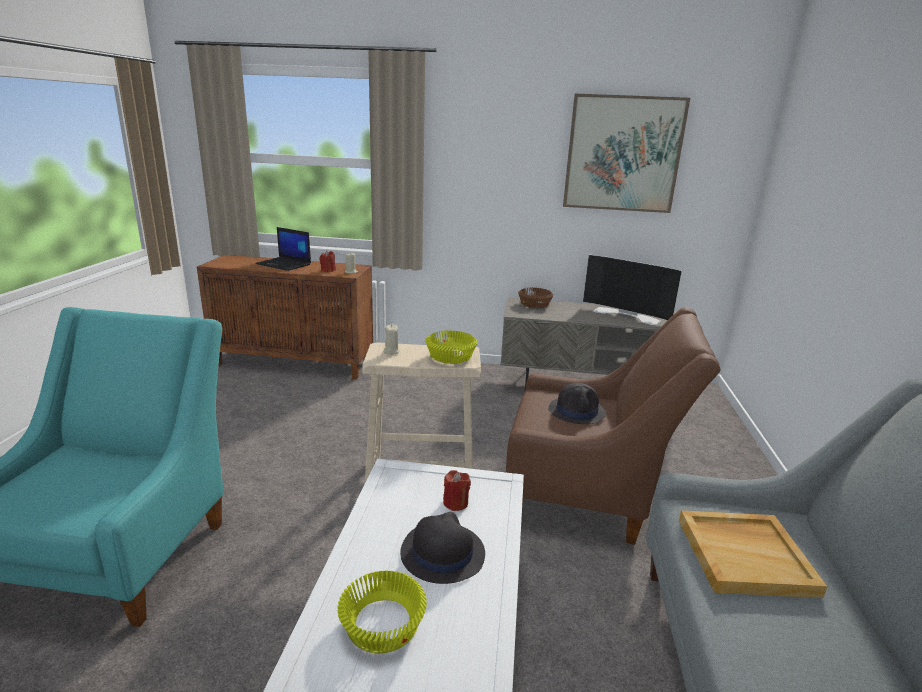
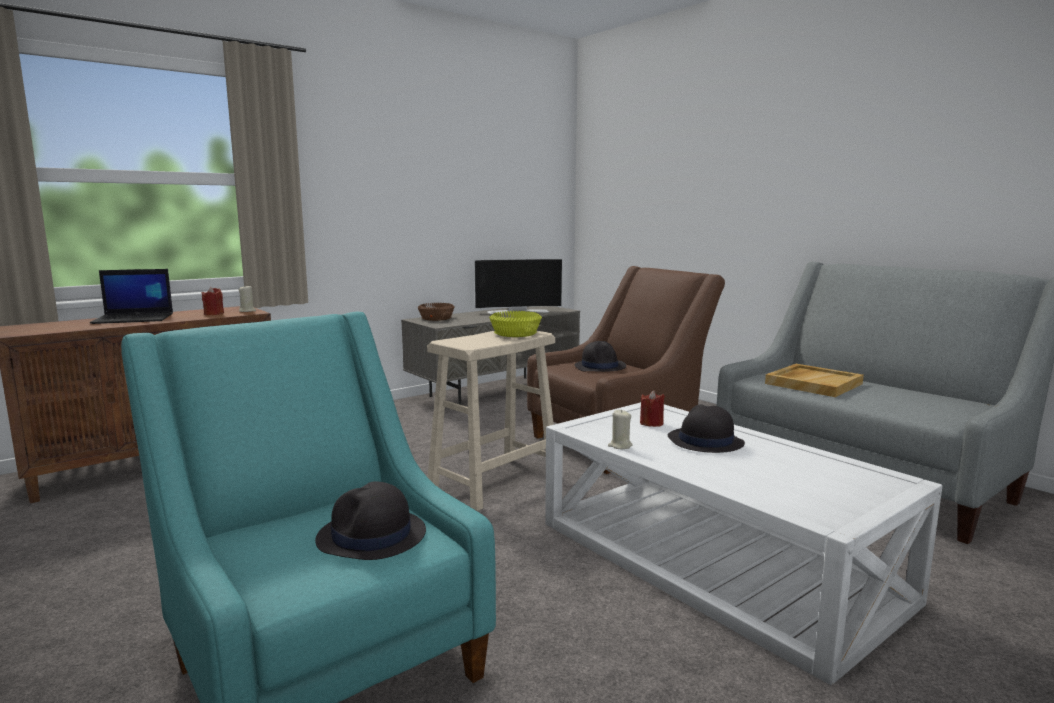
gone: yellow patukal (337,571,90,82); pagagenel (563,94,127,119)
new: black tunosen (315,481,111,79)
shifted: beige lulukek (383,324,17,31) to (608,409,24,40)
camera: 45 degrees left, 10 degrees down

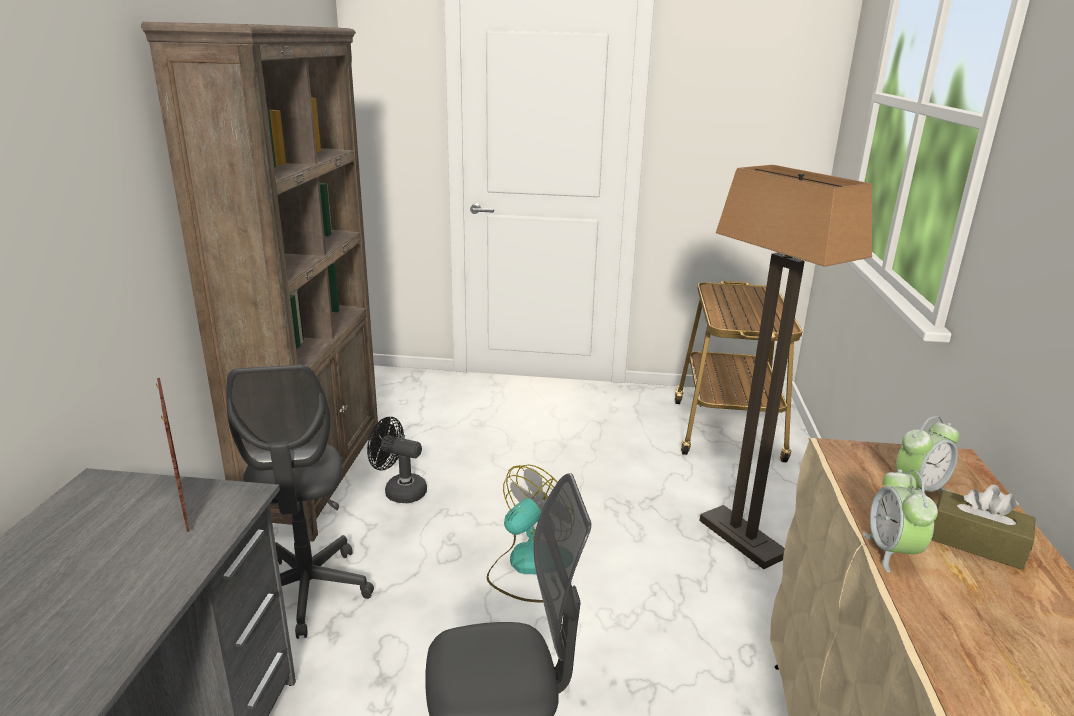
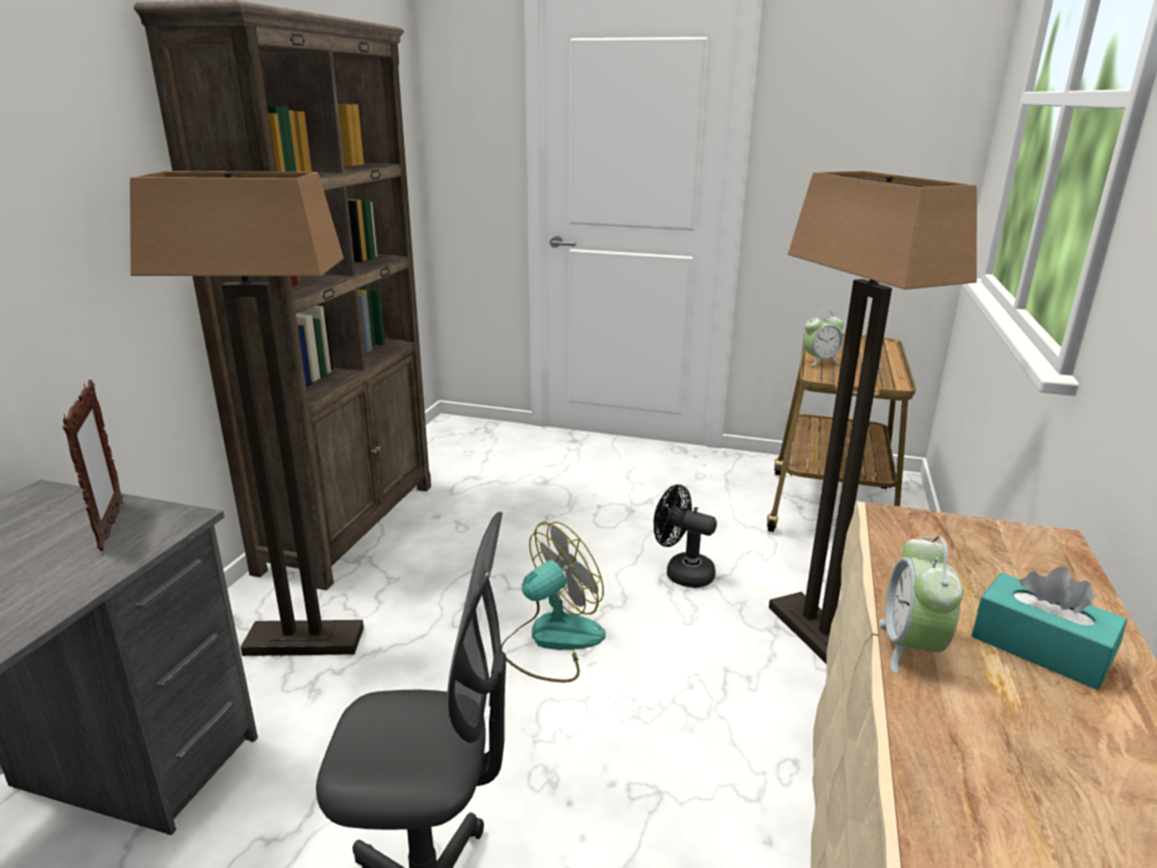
shifted: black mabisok (367,417,60,86) to (654,484,63,104); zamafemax (896,416,63,77) to (803,311,41,55)
swapped: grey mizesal (226,365,148,274) to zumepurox (130,171,234,485)
repainted: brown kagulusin (931,485,105,85) to turquoise kagulusin (971,566,156,124)
camera: 10 degrees right, 0 degrees up

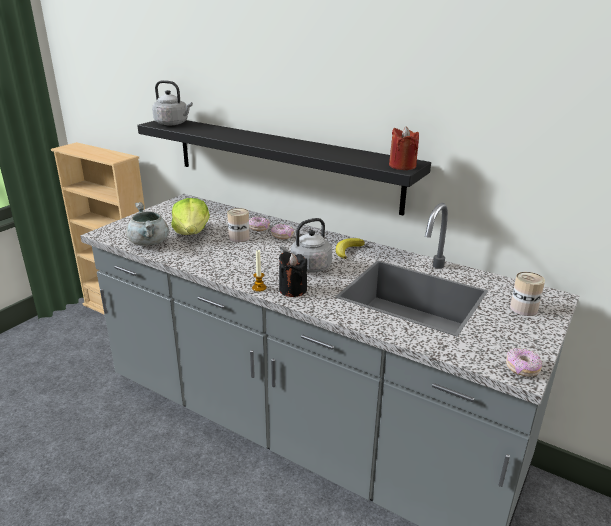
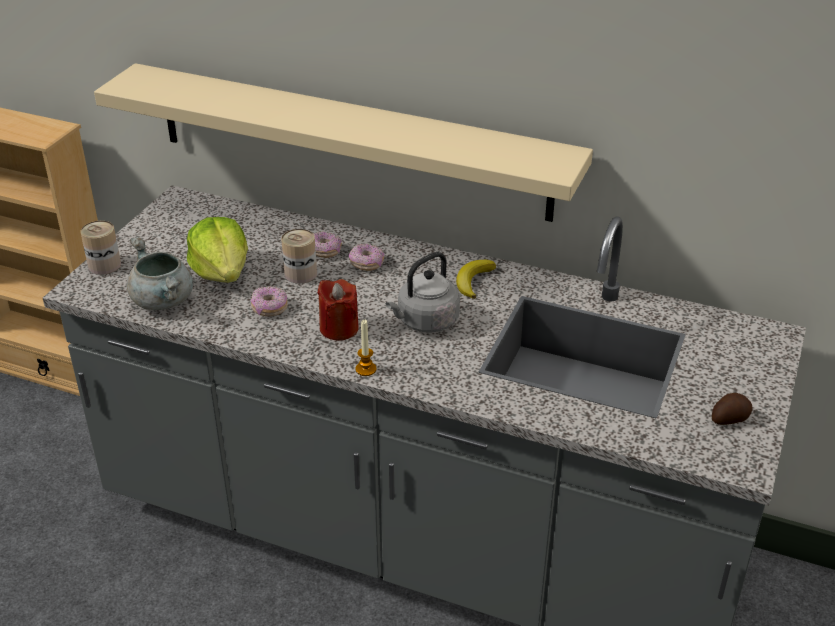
gone: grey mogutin (152,80,41,45); black lulukek (279,252,28,45)
new: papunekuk (711,393,42,32)
shifted: red lulukek (389,126,30,44) to (317,279,42,62); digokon (506,348,36,29) to (251,286,37,30); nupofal (510,272,35,44) to (80,221,41,54)
repainted: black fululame (137,120,294,96) to beige fululame (94,63,499,159)
camera: 10 degrees left, 10 degrees up

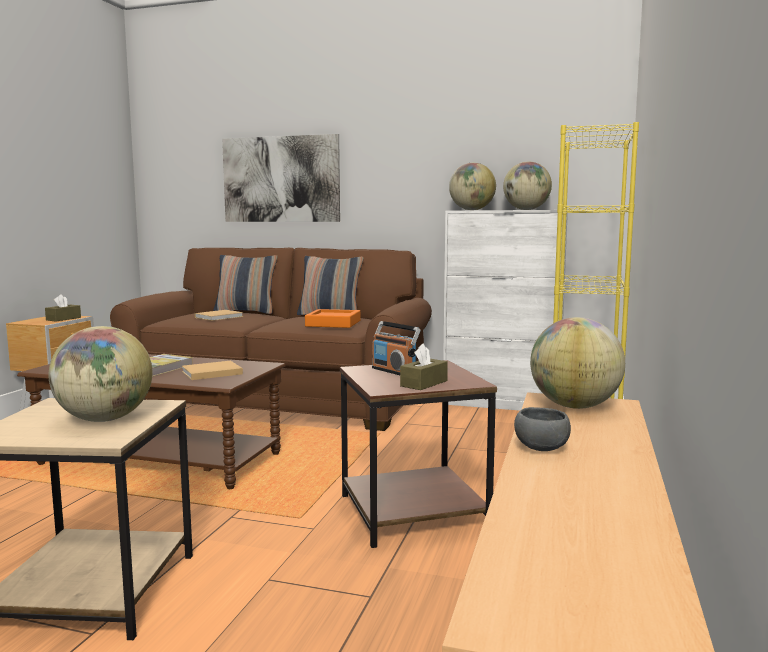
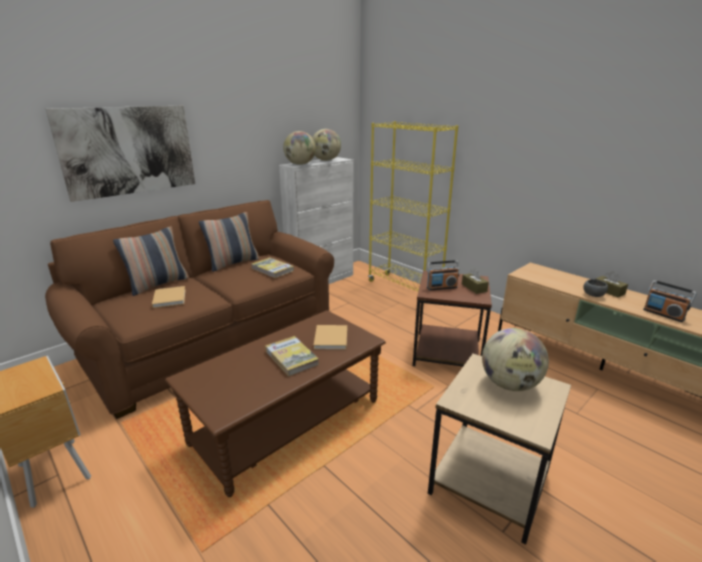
gone: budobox (530,317,95,92)
new: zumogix (643,280,54,42)
shifted: brown kagulusin (45,294,36,27) to (596,271,32,26)
swapped: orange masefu (305,309,55,19) to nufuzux (251,257,43,21)
camera: 60 degrees left, 15 degrees up

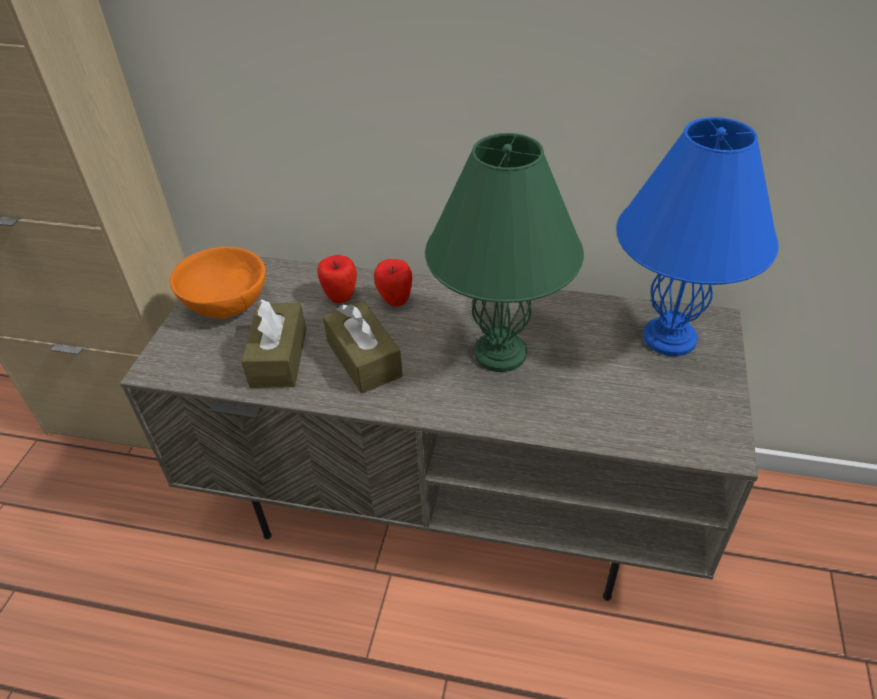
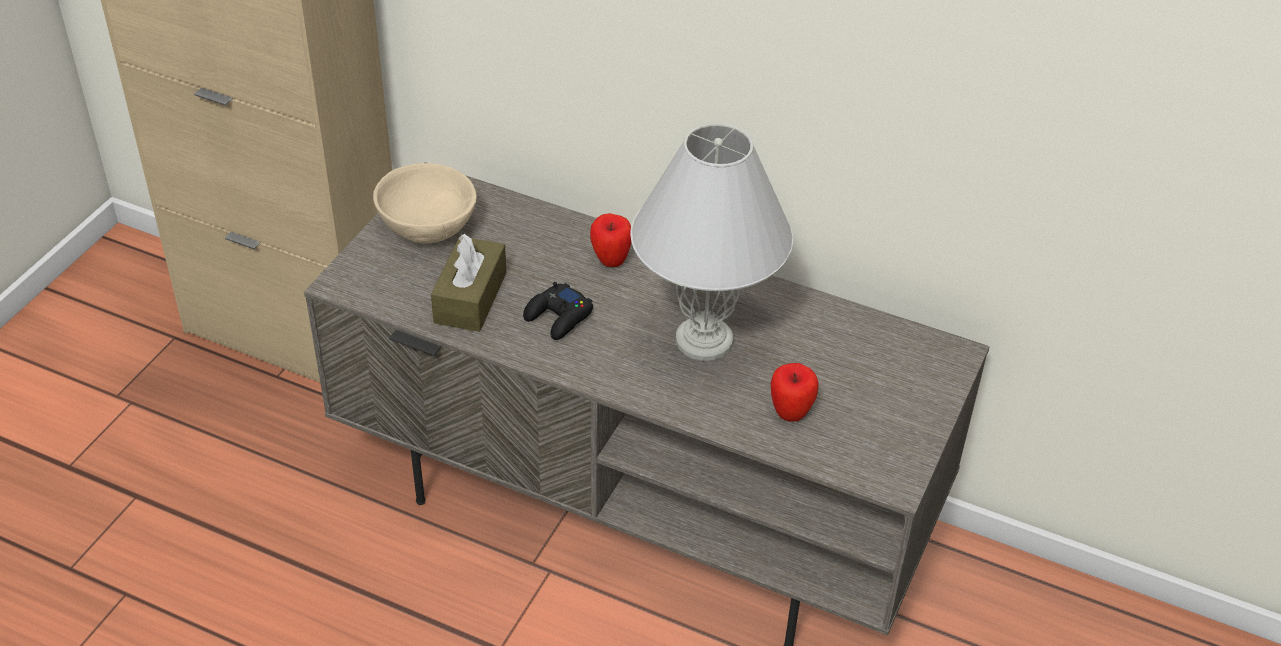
gone: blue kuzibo (616,117,163,239)
shifted: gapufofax (318,255,39,48) to (771,363,47,59)
swapped: brown kagulusin (323,301,80,92) to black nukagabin (523,282,70,58)
repainted: orange patukal (170,247,96,71) to beige patukal (373,163,104,81); green kuzibo (425,133,159,239) to white kuzibo (630,123,163,238)
camera: 10 degrees right, 0 degrees up

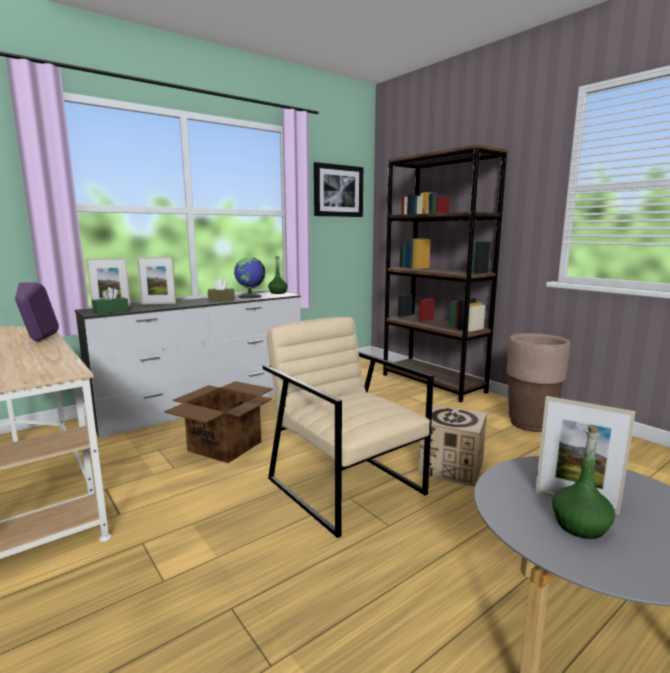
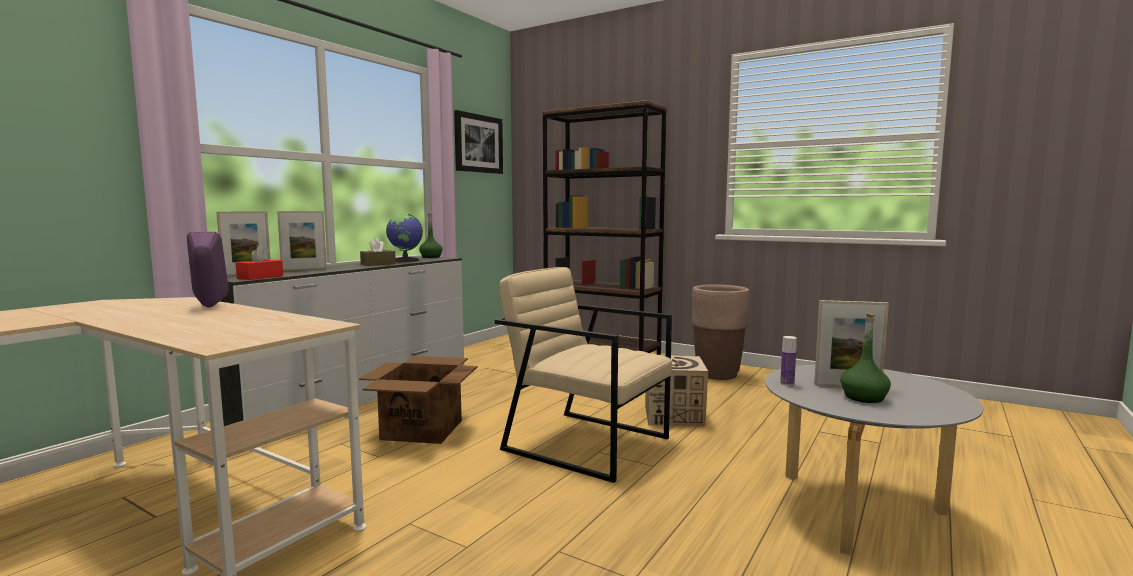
new: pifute (780,336,17,50)
repainted: green kagulusin (92,287,37,28) to red kagulusin (236,245,47,35)
camera: 20 degrees left, 5 degrees down

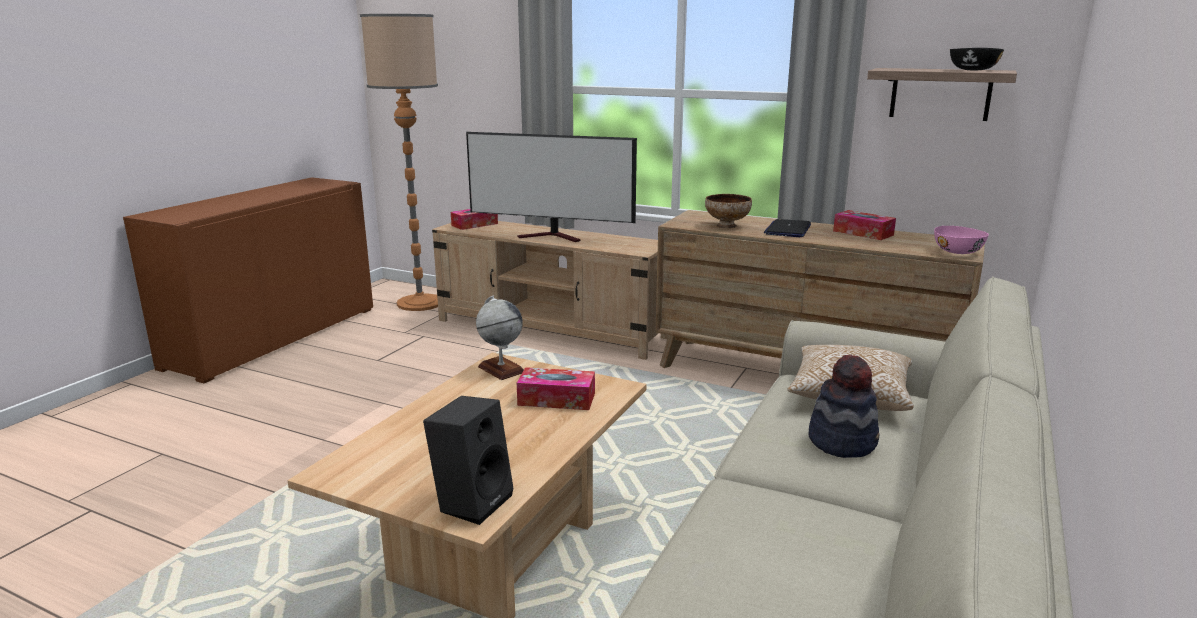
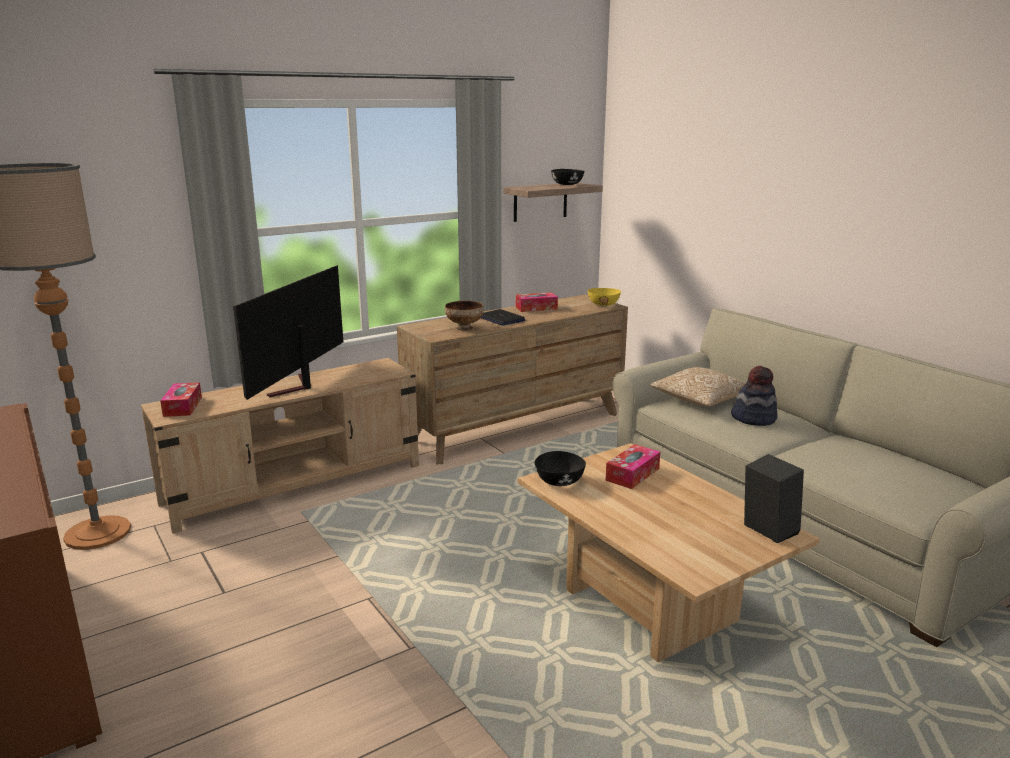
swapped: budobox (476,296,48,84) to black patukal (535,451,51,35)
repainted: pink patukal (934,226,55,28) to yellow patukal (588,288,33,18)
rotated: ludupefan (466,132,171,110) = (233,265,110,135) 150 degrees clockwise
camera: 60 degrees left, 0 degrees up

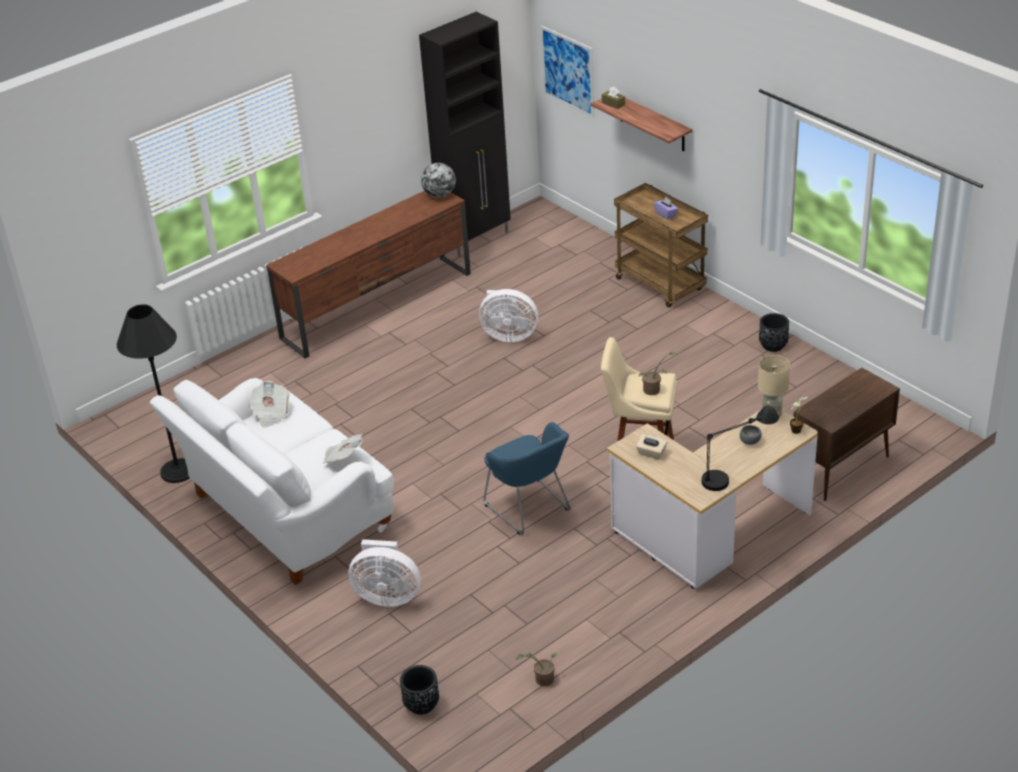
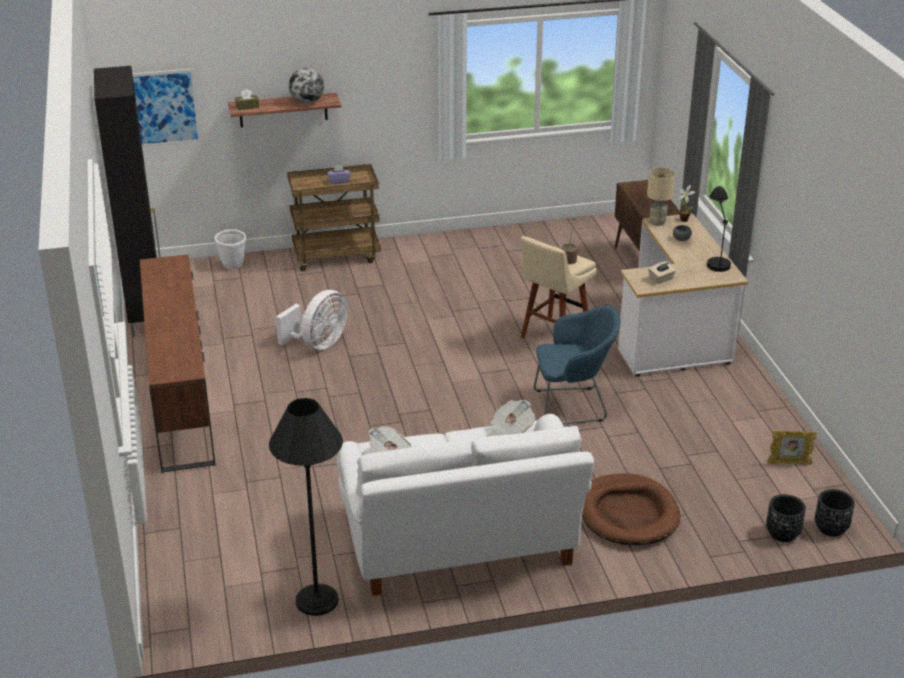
new: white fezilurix (215,229,31,40)
shifted: budobox (421,163,35,35) to (289,68,35,36); black fezilurix (759,313,30,39) to (815,489,40,48)
swapped: white mabisok (348,539,73,68) to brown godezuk (582,474,98,71); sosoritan (516,653,41,33) to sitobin (768,430,49,35)
camera: 65 degrees left, 5 degrees down

